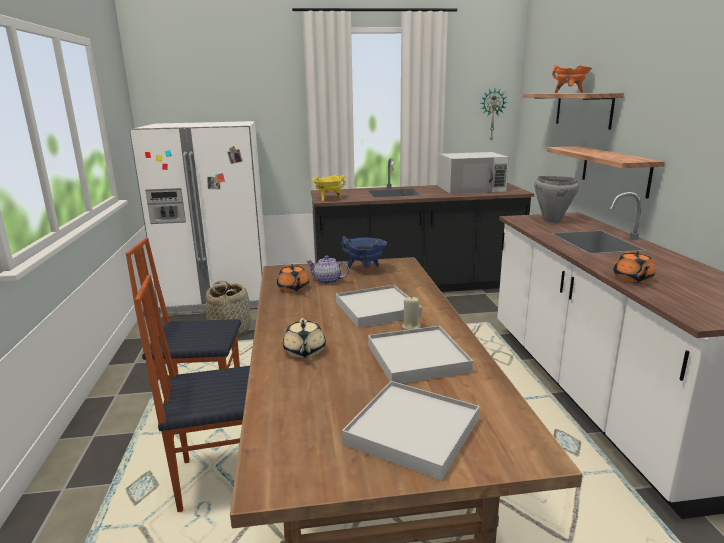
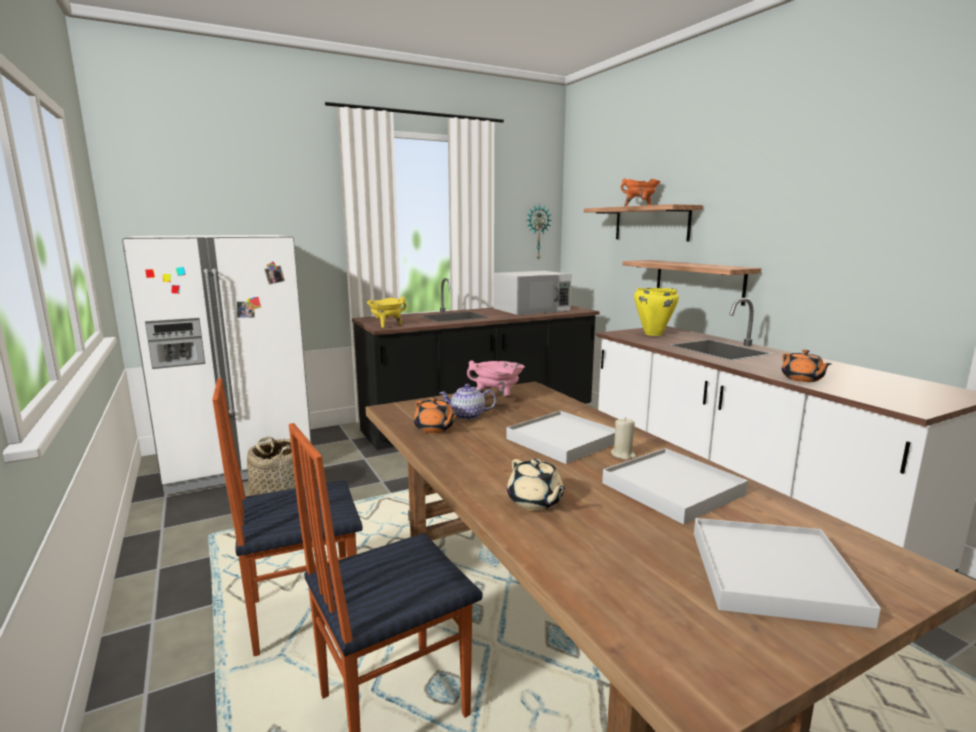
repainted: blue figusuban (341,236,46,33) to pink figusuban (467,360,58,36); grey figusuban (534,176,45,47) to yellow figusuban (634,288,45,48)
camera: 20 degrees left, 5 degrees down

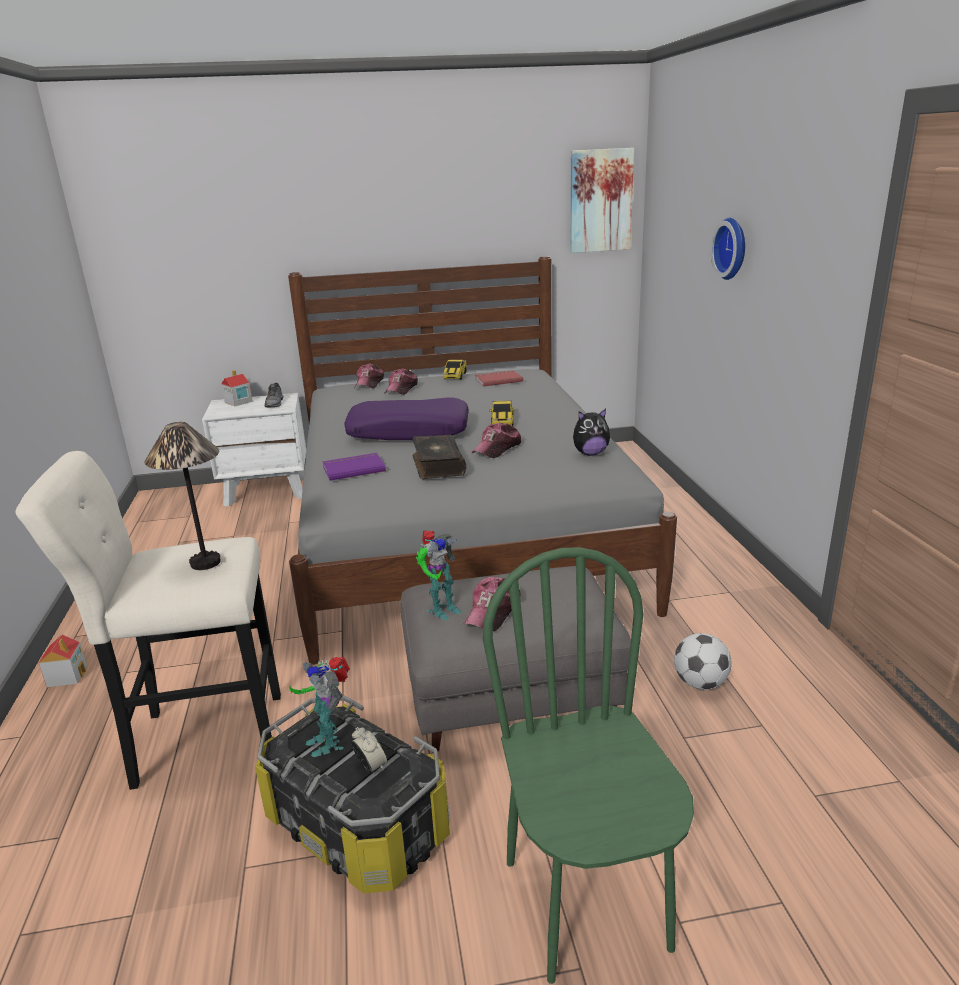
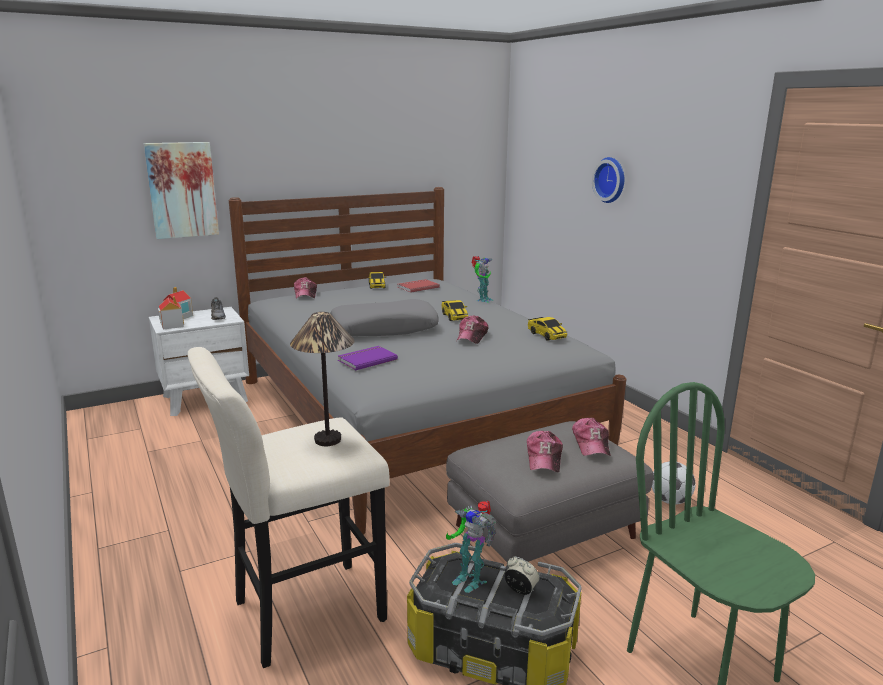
gone: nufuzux (413,435,53,44)
shifted: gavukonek (39,635,48,52) to (158,296,26,34); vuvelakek (384,368,34,27) to (572,418,39,38); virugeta (416,530,45,90) to (471,256,22,47); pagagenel (570,148,64,105) to (144,142,75,97)
swapped: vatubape (573,409,37,47) to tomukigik (528,317,39,24)
repainted: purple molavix (344,397,125,43) to grey molavix (330,299,109,37)
camera: 20 degrees left, 5 degrees down

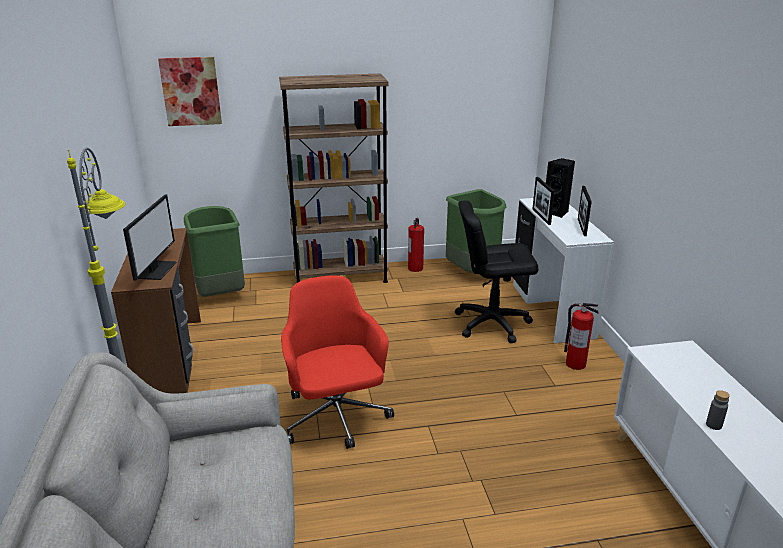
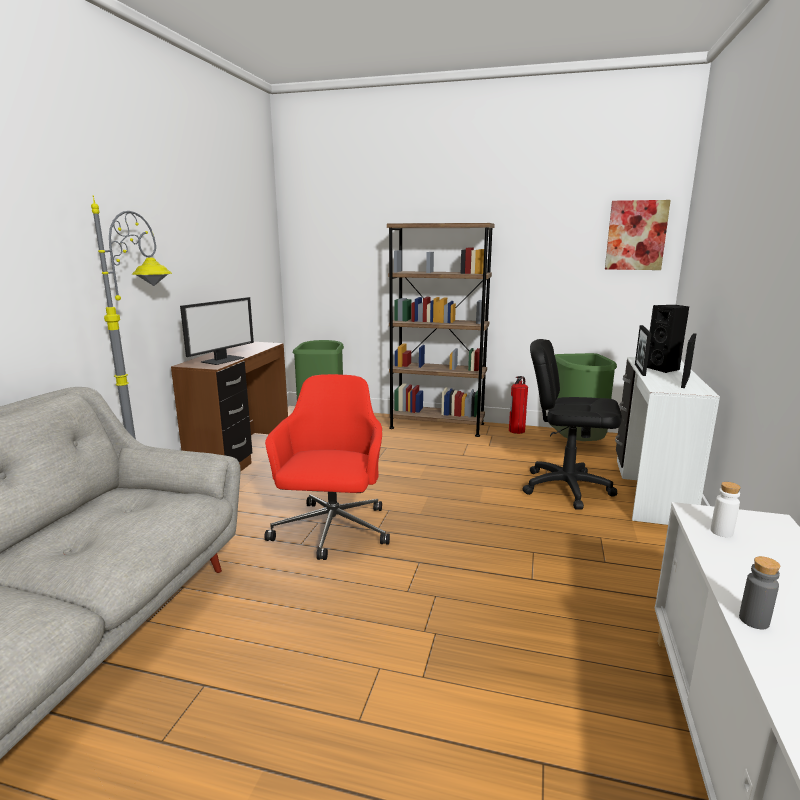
gone: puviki (564,303,34,67)
new: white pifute (711,482,30,55)
shifted: pagagenel (158,57,64,69) to (605,200,66,70)
camera: 25 degrees right, 10 degrees down

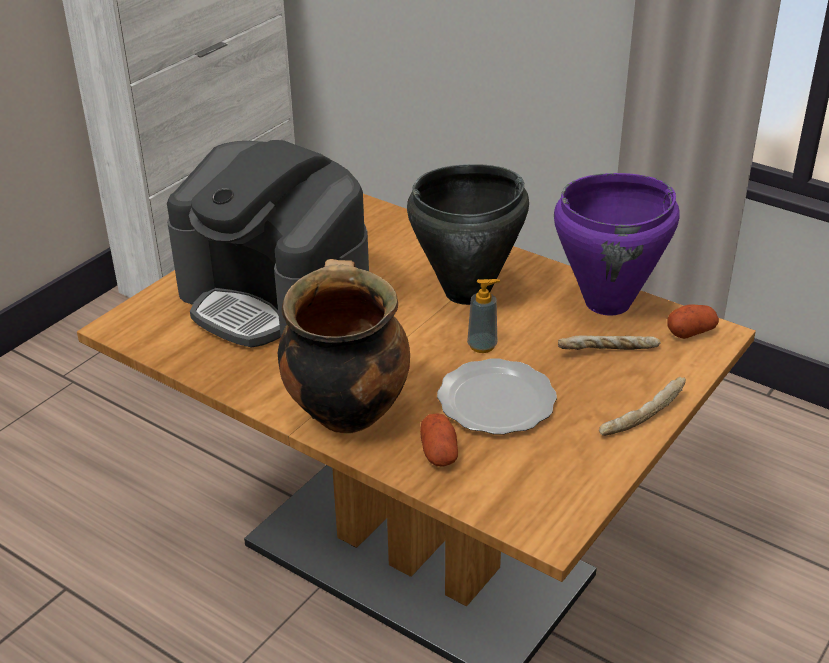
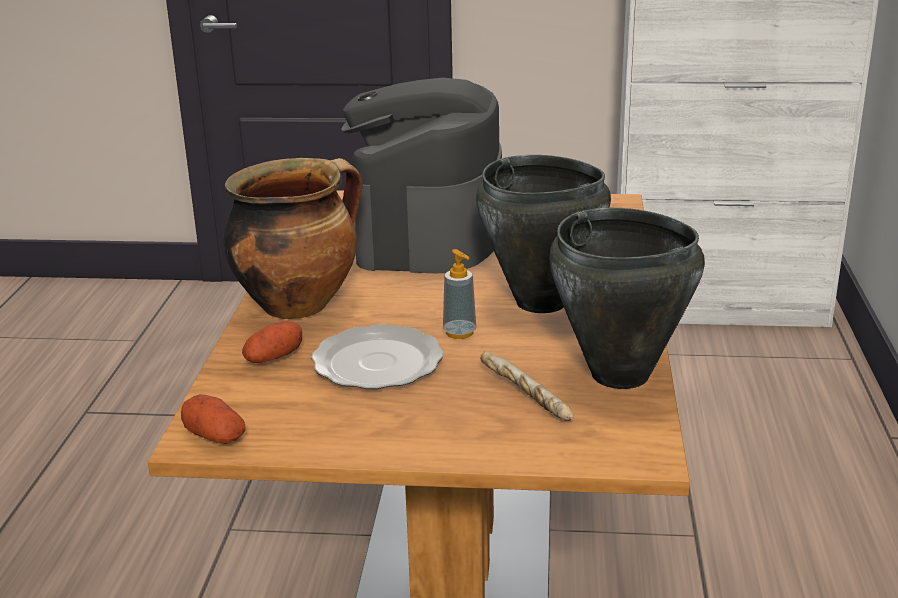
gone: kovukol (599,377,87,59)
shifted: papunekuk (667,304,52,35) to (181,394,65,50)
repainted: purple figusuban (554,173,125,142) to black figusuban (549,208,156,181)
camera: 60 degrees right, 10 degrees down

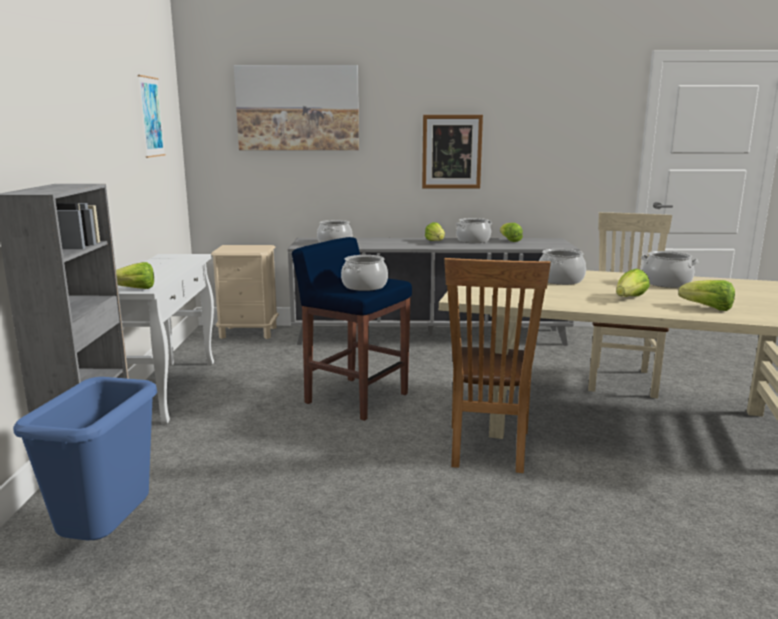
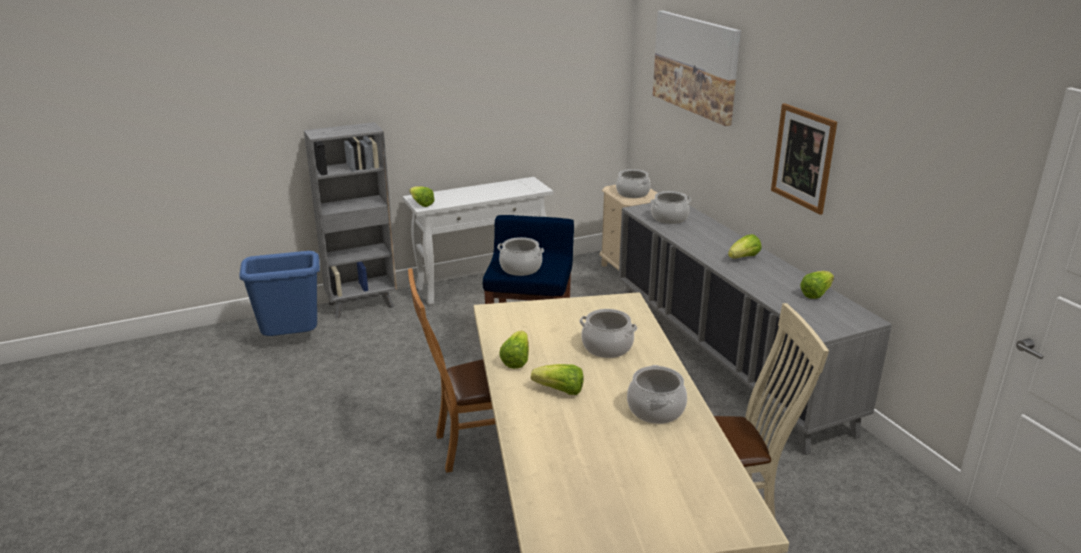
gone: pagagenel (138,75,27,83)
shifted: figusuban (455,218,37,25) to (616,169,35,29); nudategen (678,280,57,31) to (499,331,30,38)
camera: 65 degrees right, 10 degrees up

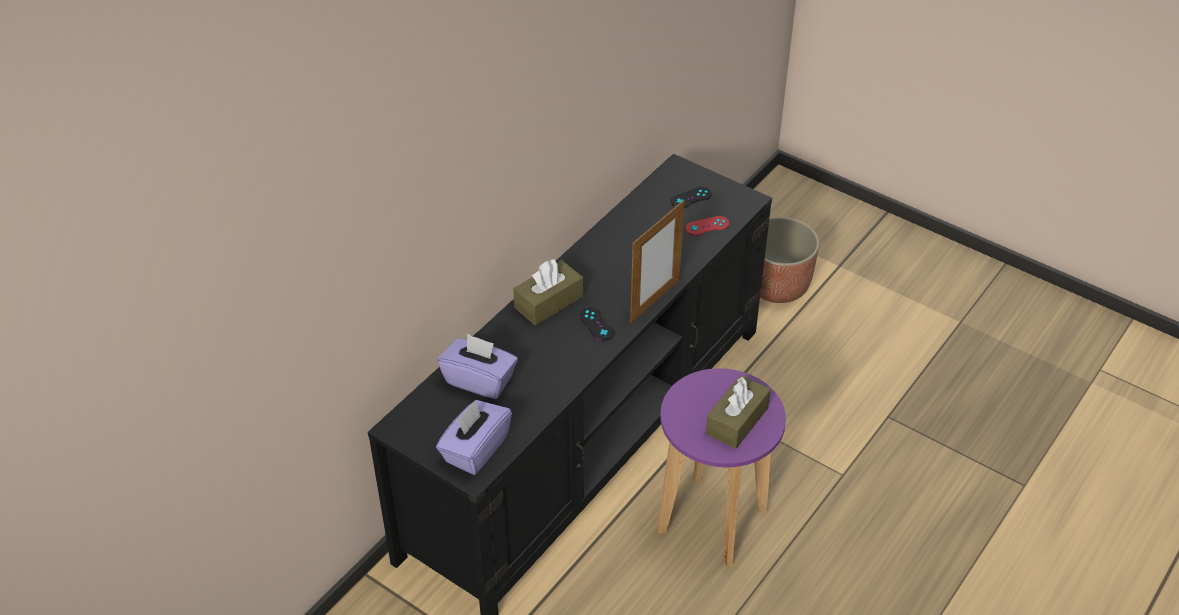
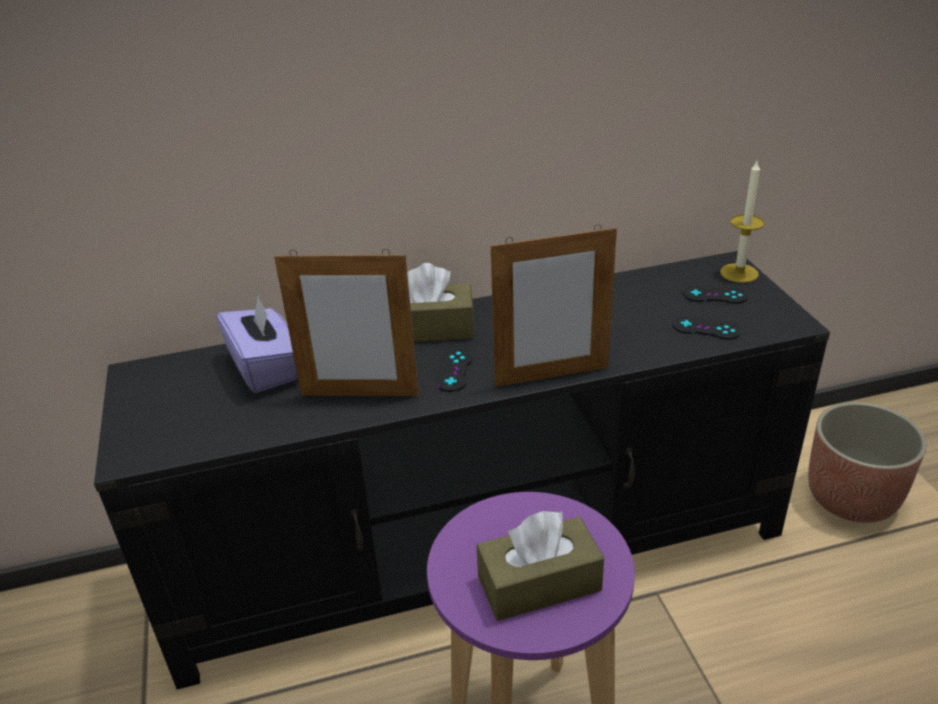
gone: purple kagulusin (436,400,76,75)
new: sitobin (274,249,145,147); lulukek (720,161,45,122)
repainted: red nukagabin (686,216,43,20) to black nukagabin (672,316,69,24)
camera: 40 degrees right, 10 degrees down

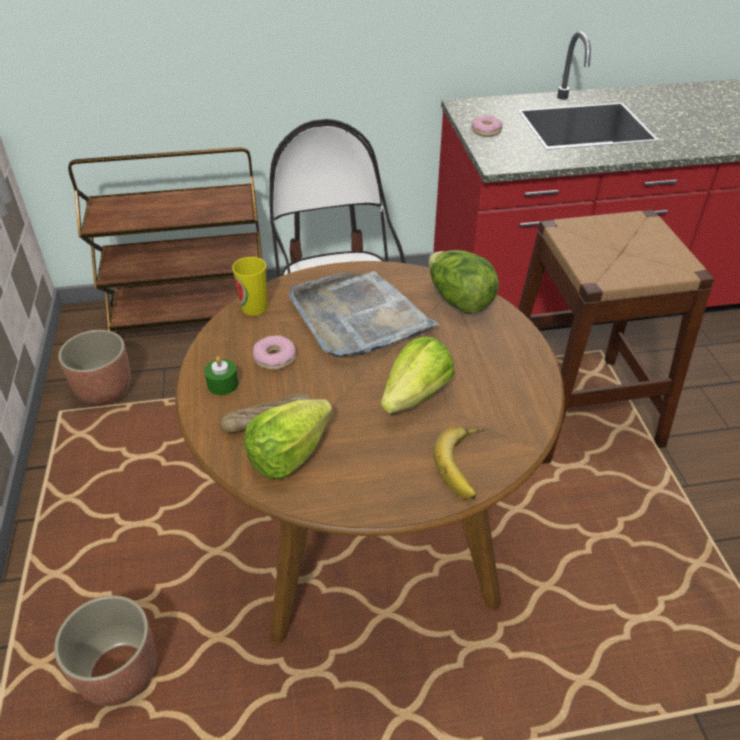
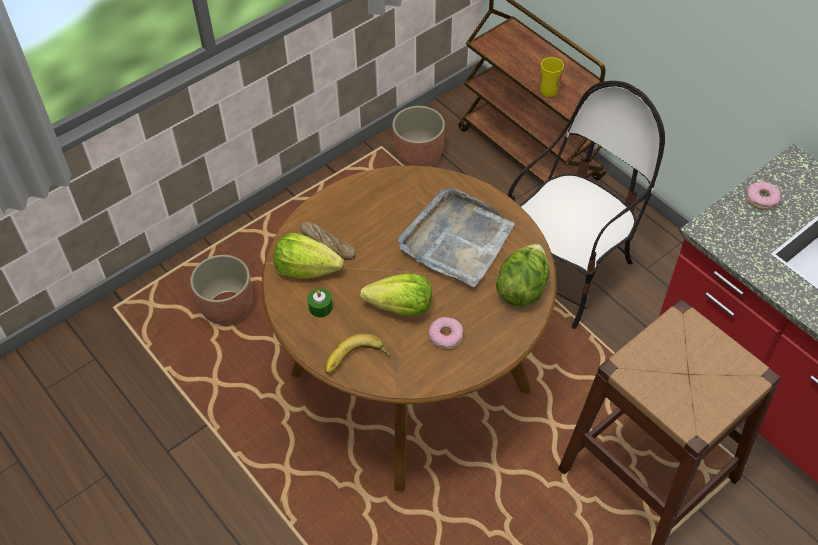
shifted: green lulukek (204,356,35,39) to (307,289,26,28); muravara (232,257,35,59) to (540,57,24,40); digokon (253,335,43,35) to (429,317,34,33)
camera: 60 degrees right, 10 degrees up

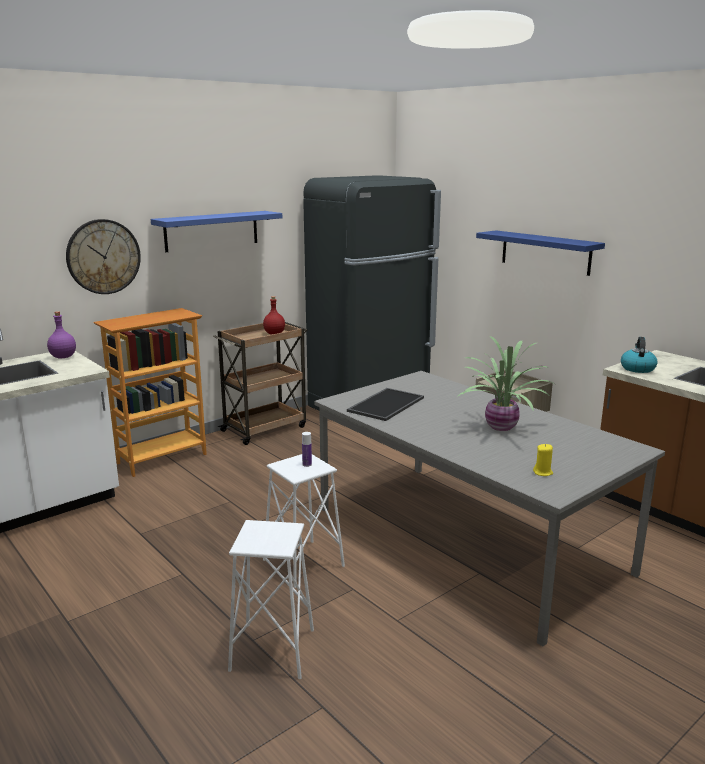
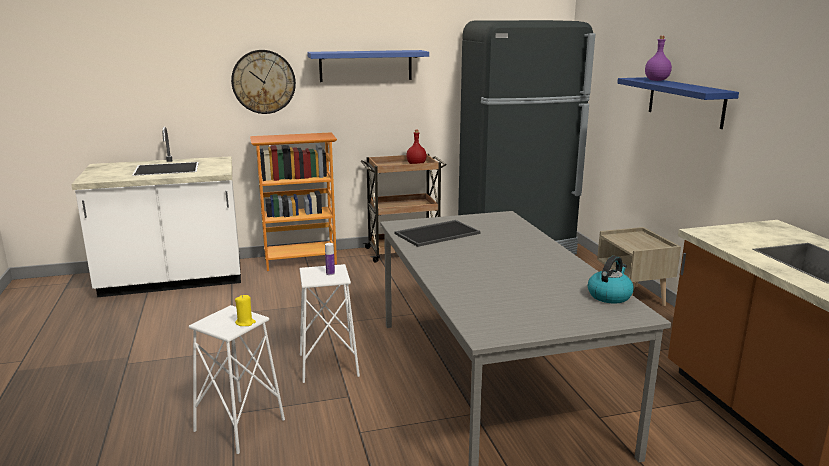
gone: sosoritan (457,336,96,95)
shifted: purple pifute (47,311,29,47) to (645,36,27,45); yellow lulukek (533,444,20,32) to (235,295,21,31); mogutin (621,337,36,36) to (588,256,46,47)
camera: 25 degrees right, 0 degrees up

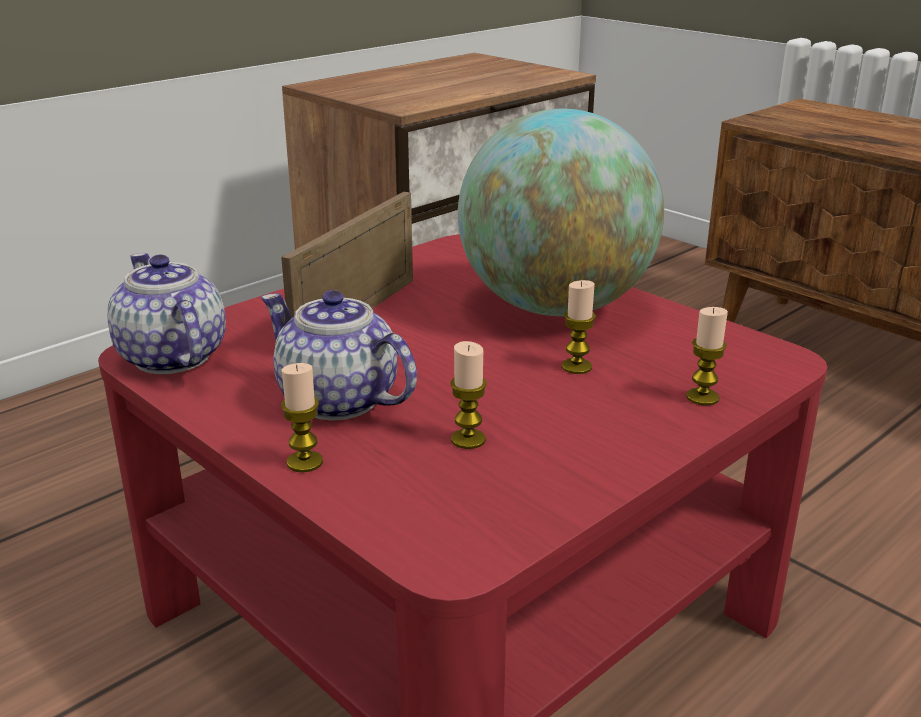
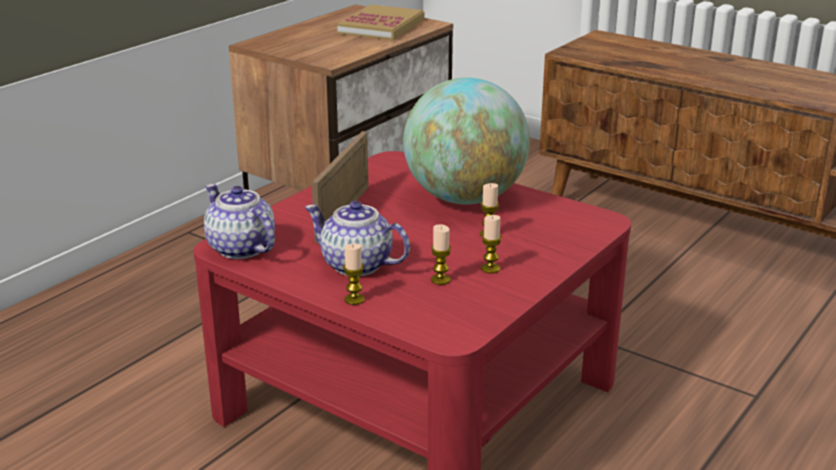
new: nufuzux (337,5,88,36)
shifted: lulukek (686,307,42,99) to (481,215,21,59)
camera: 10 degrees left, 0 degrees up

